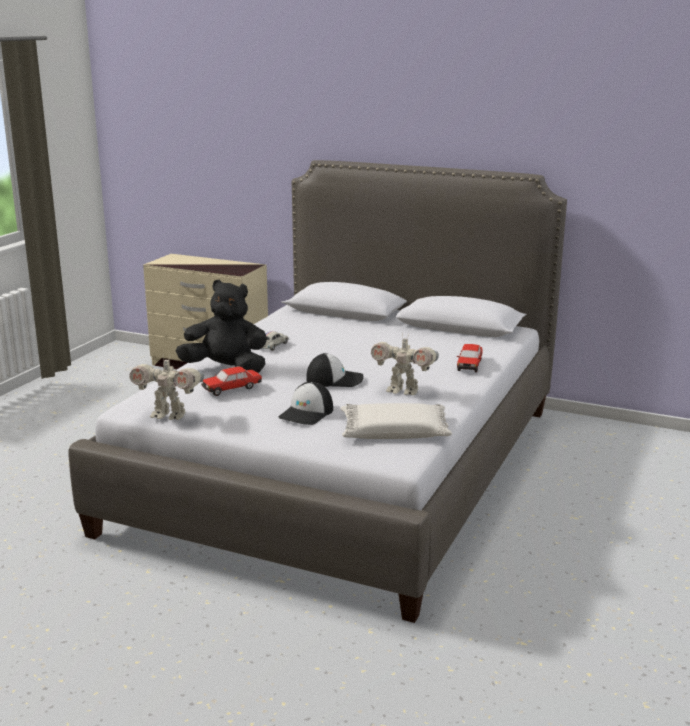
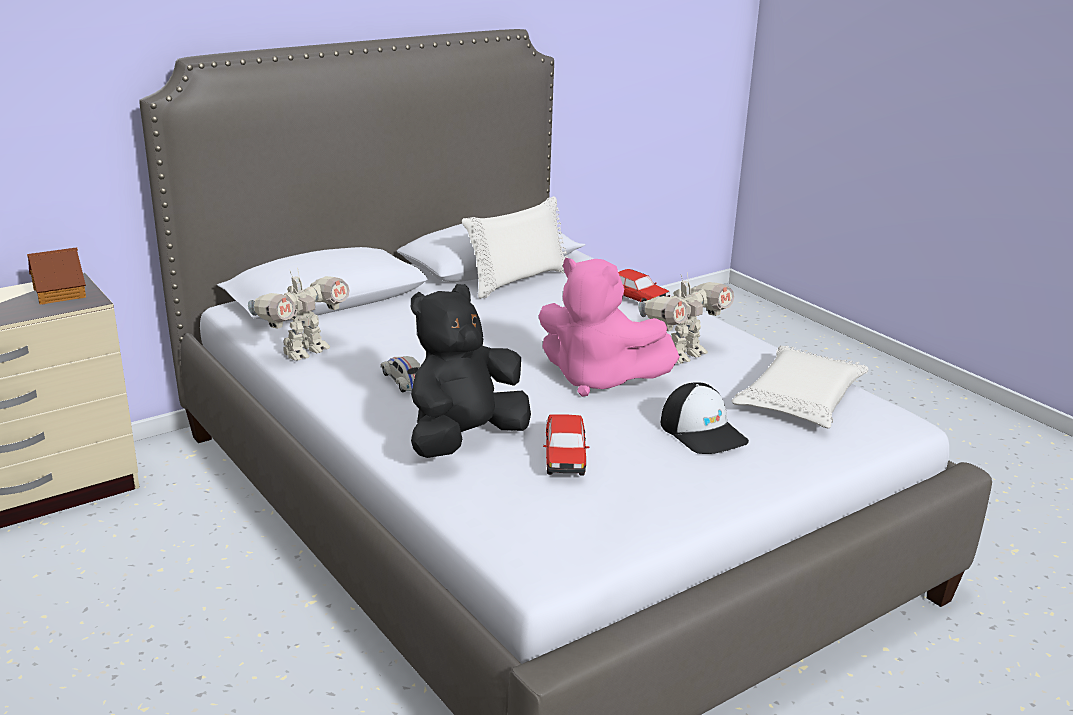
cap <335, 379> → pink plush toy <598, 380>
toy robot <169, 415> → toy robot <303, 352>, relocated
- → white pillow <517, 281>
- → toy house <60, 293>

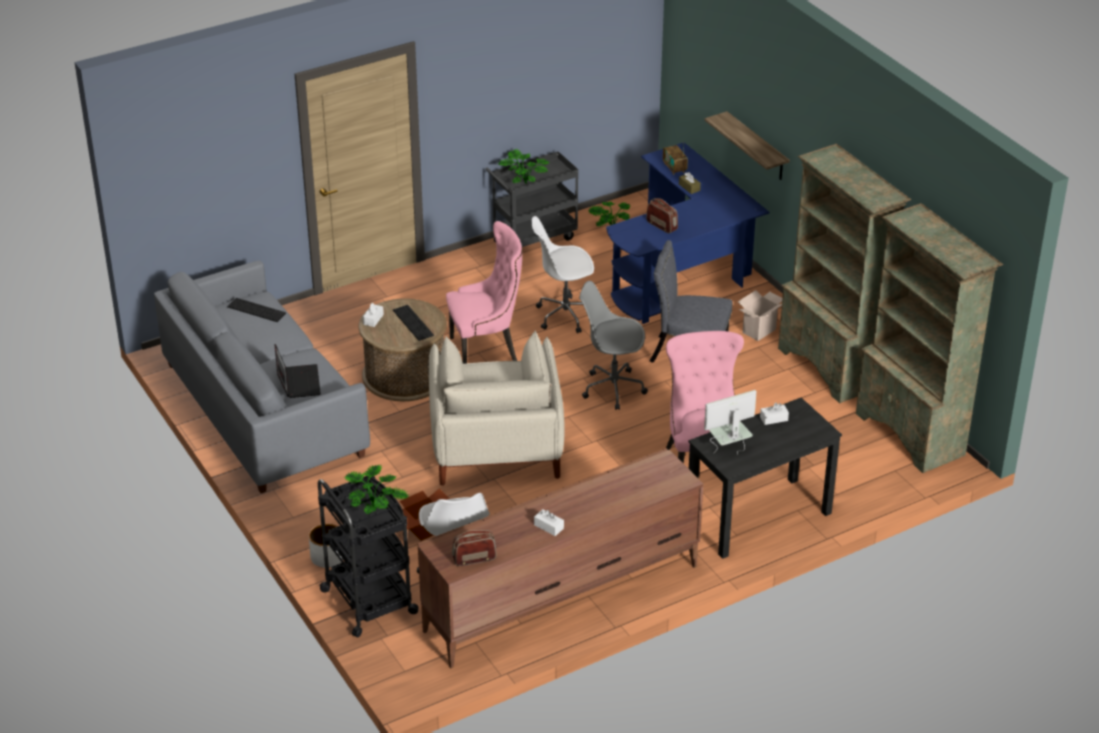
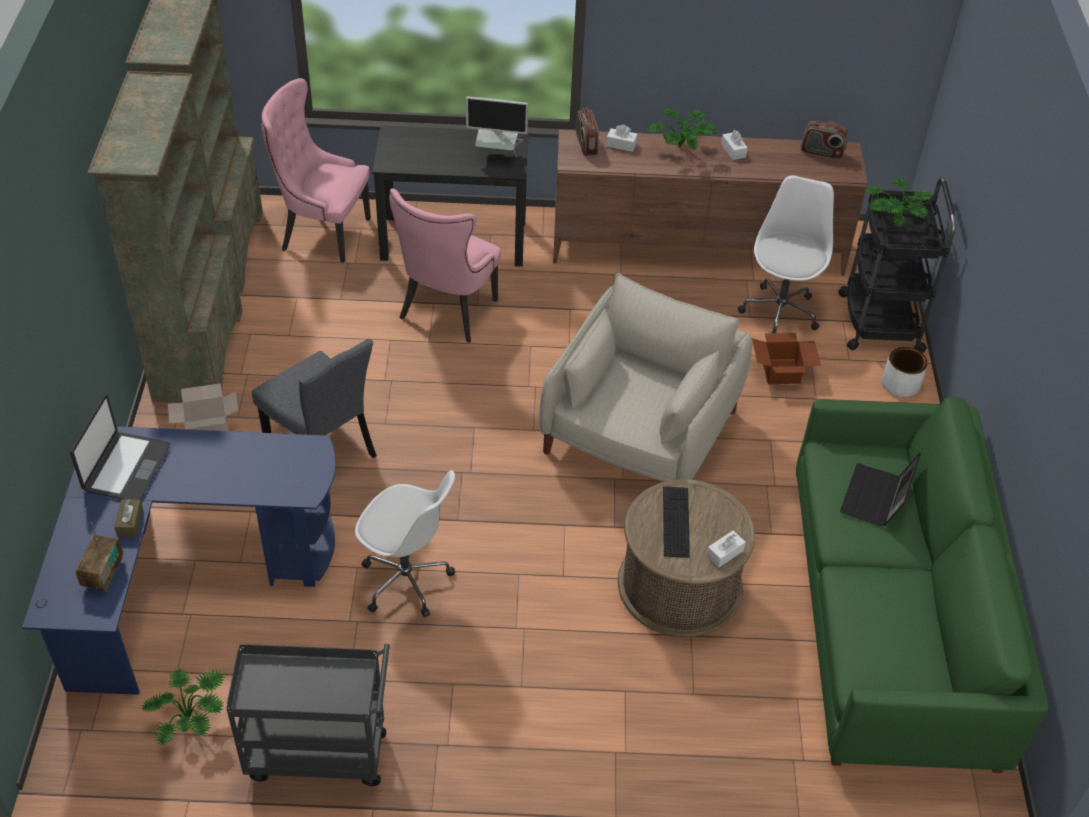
shelf <757, 147> → -
potted plant <524, 182> → potted plant <680, 149>, relocated
radio <662, 226> → radio <586, 144>, relocated
pink chair <486, 350> → pink chair <323, 233>, relocated
grey sofa <264, 409> → green sofa <892, 619>
grey office chair <611, 389> → -
keyboard <256, 310> → -
white tissue box <774, 419> → white tissue box <621, 144>, relocated
- → laptop <126, 468>

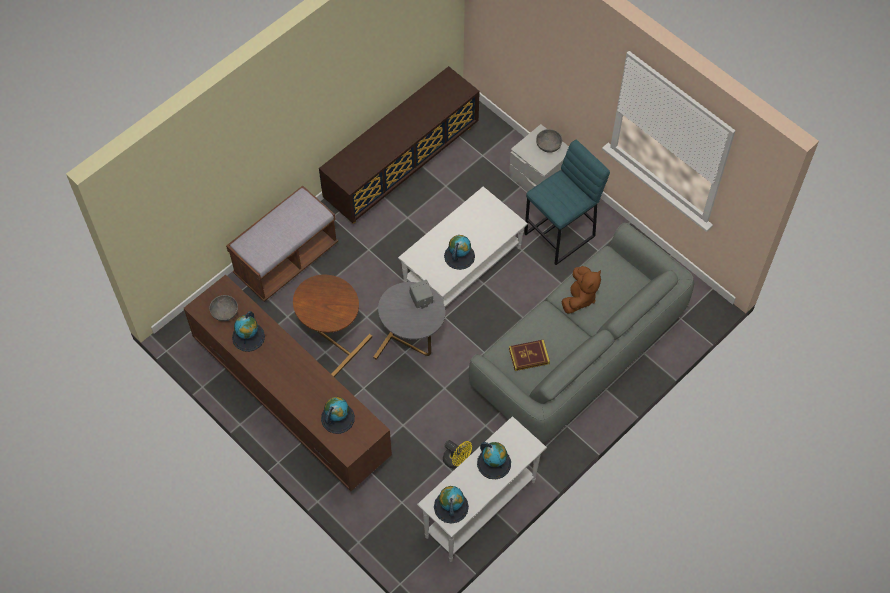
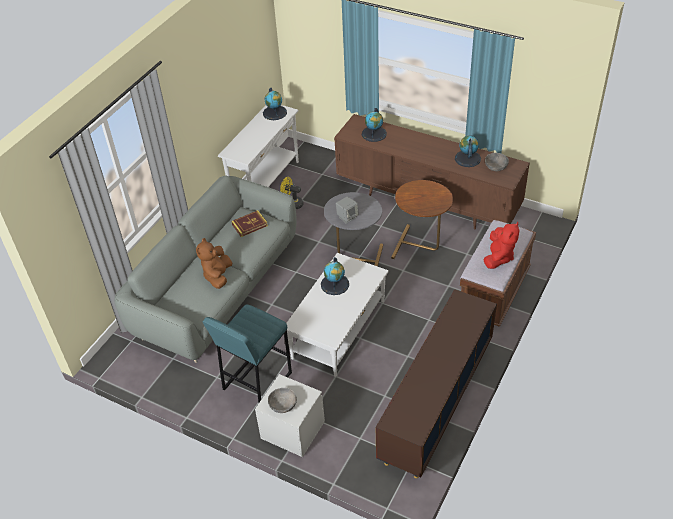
globe <494, 463> → -
- → red plush toy <498, 257>

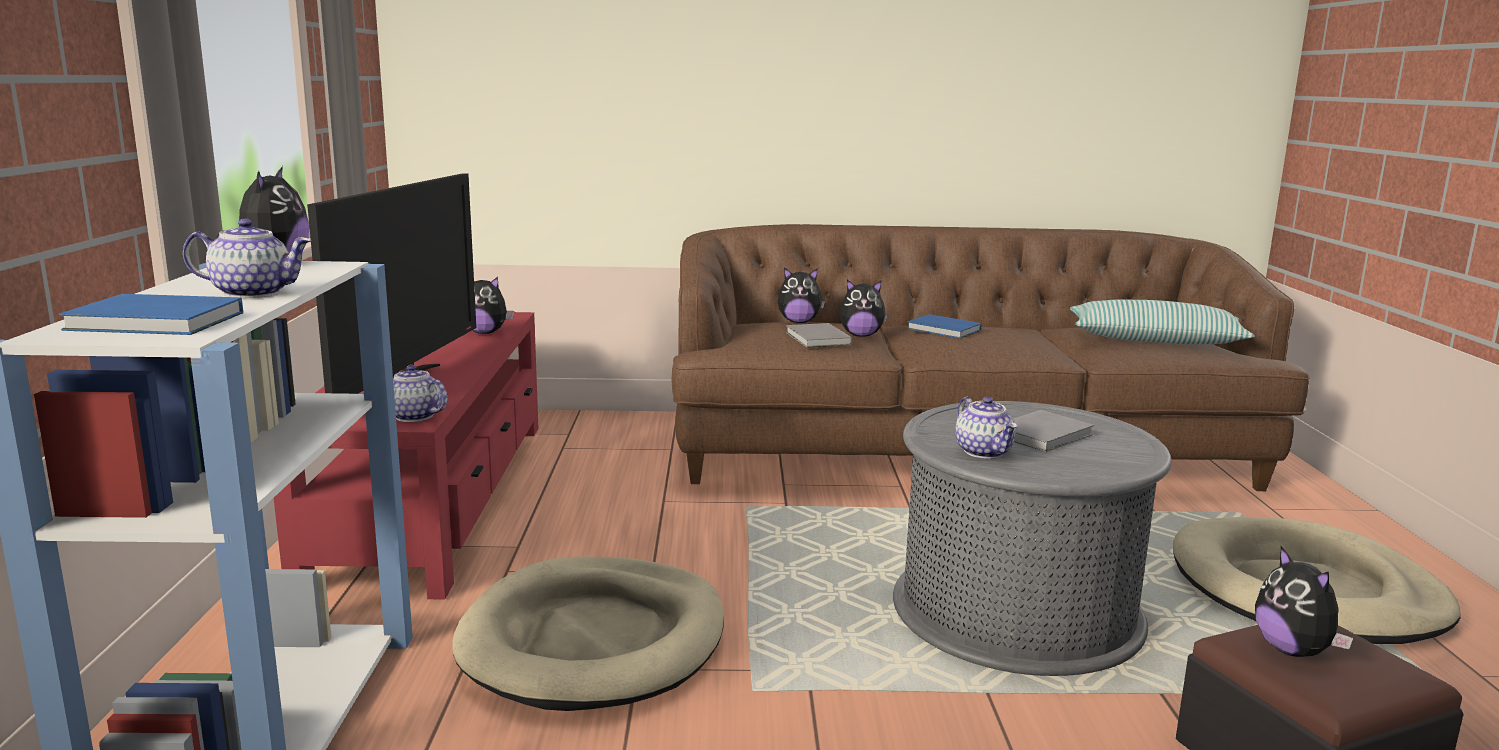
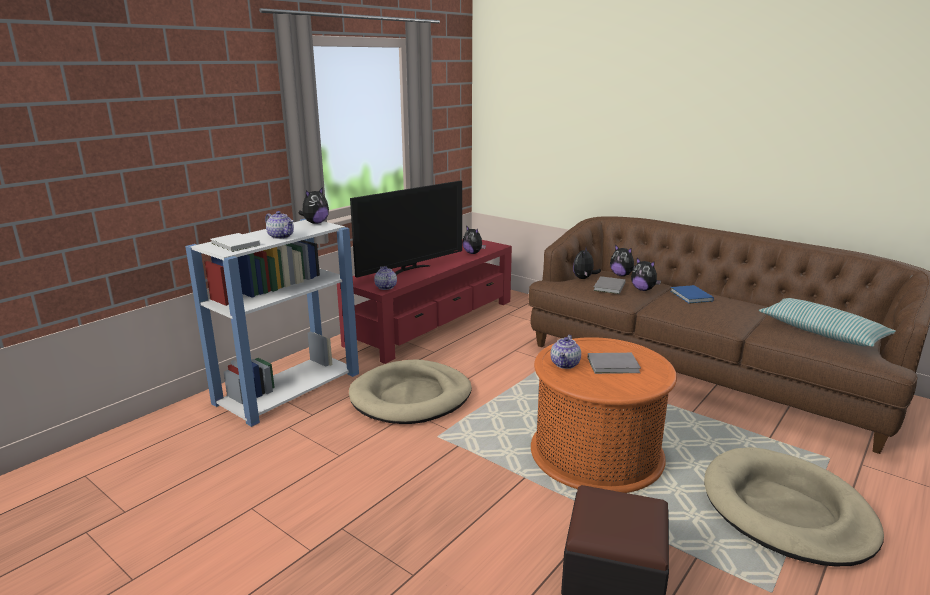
blue book <158, 322> → white book <235, 245>
grey coffee table <1016, 610> → orange coffee table <596, 452>
plush toy <1293, 650> → plush toy <584, 278>, relocated

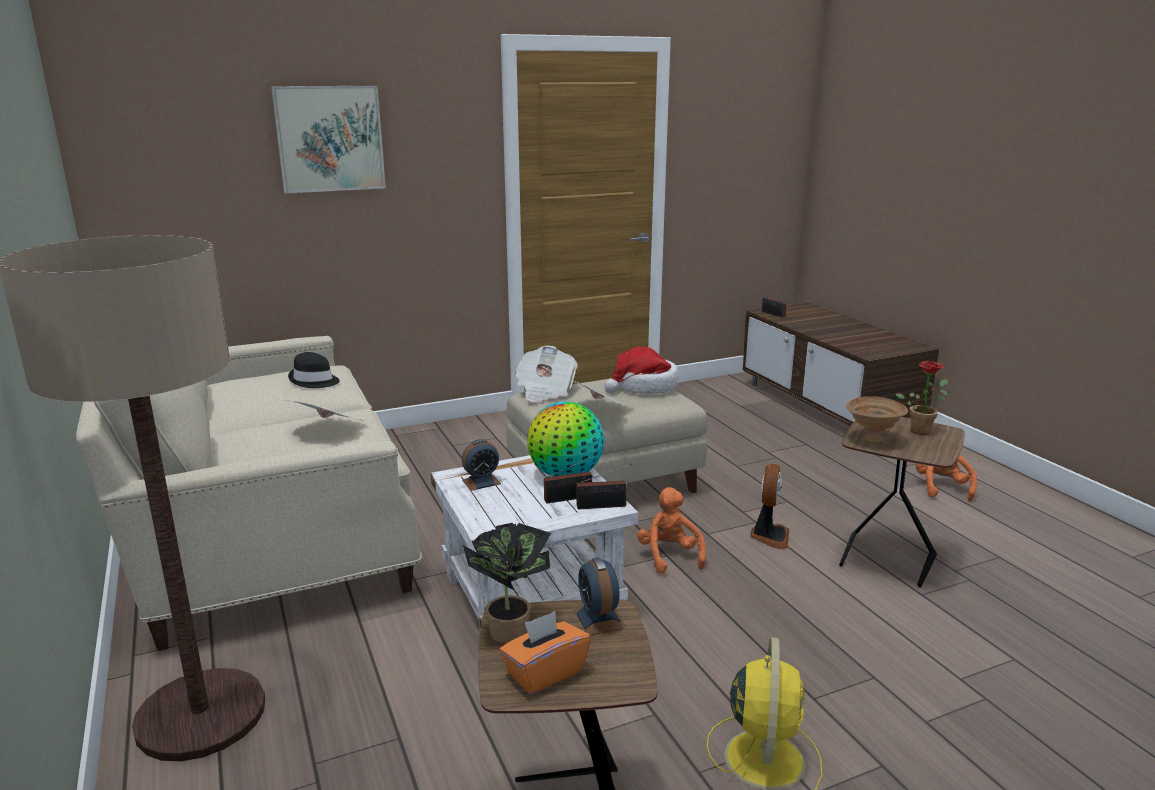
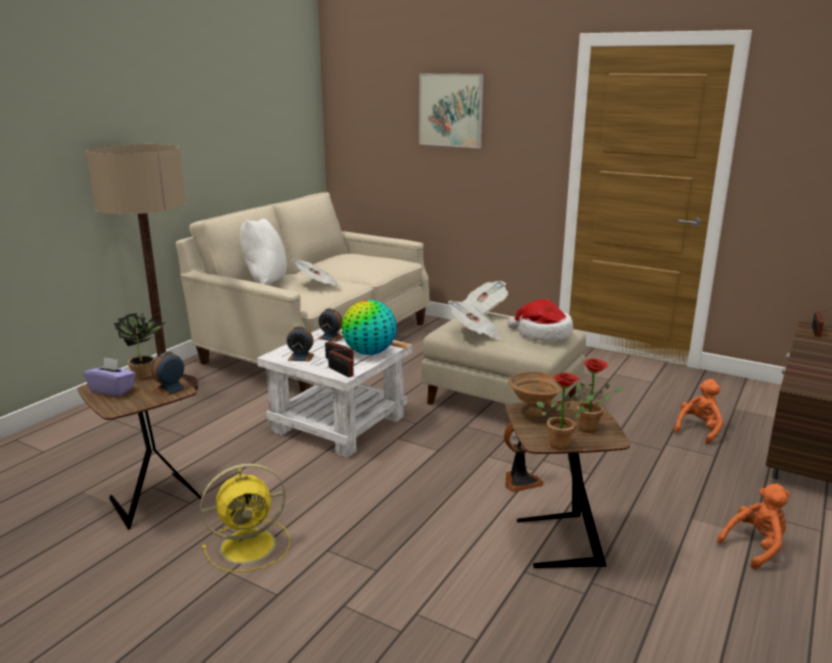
black hat <314, 381> → -
orange plush toy <669, 556> → orange plush toy <699, 430>, relocated
orange tissue box <545, 672> → purple tissue box <112, 390>
- → white pillow <265, 283>
- → alarm clock <301, 357>
- → potted plant <562, 444>

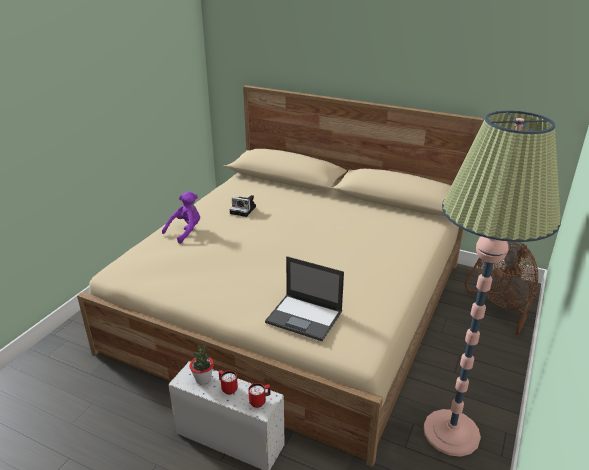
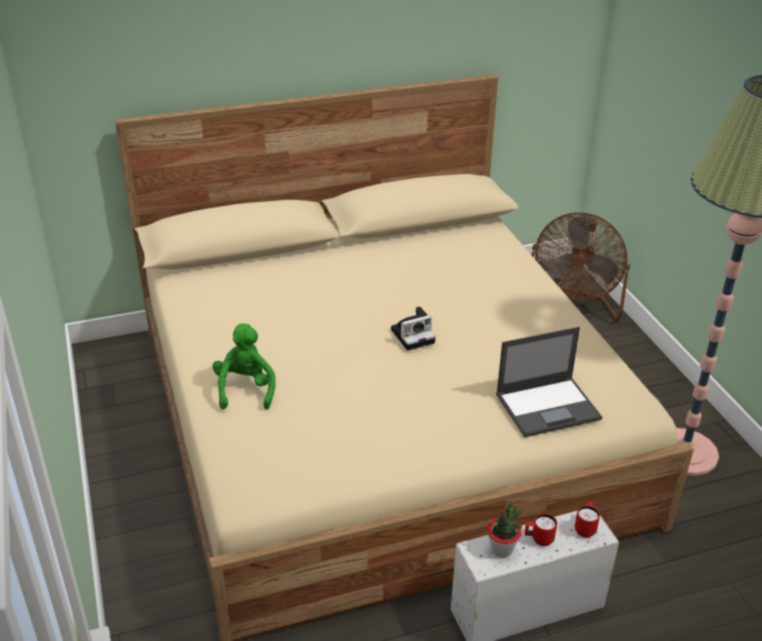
purple plush toy <185, 231> → green plush toy <245, 389>
photo camera <244, 210> → photo camera <414, 335>, relocated

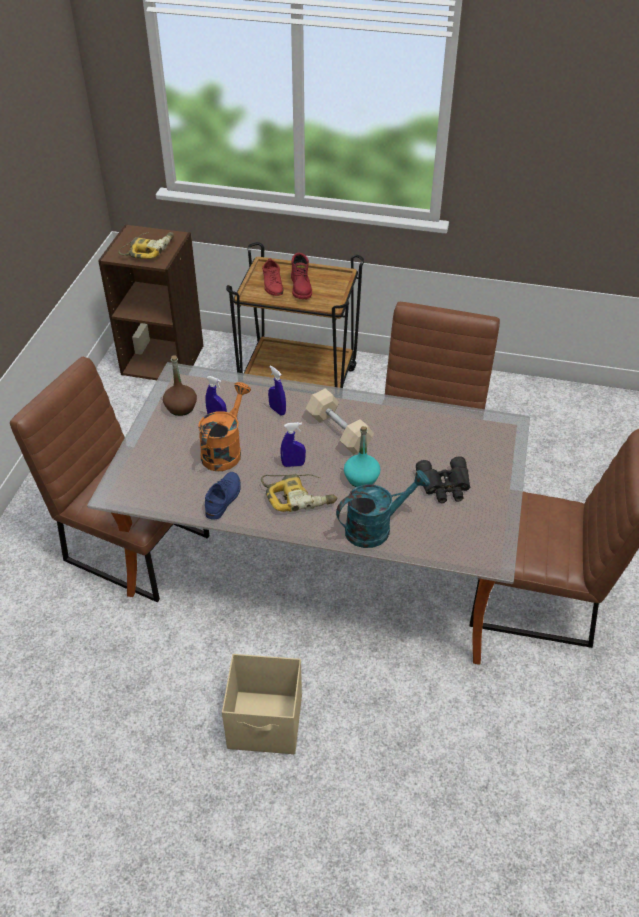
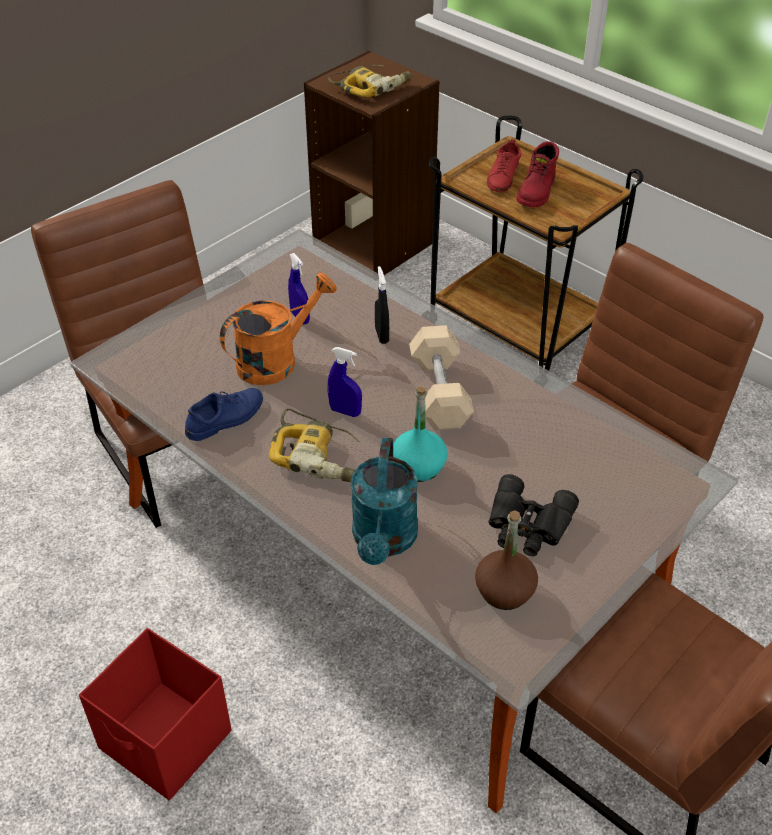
brown bottle <181, 407> → brown bottle <505, 591>, relocated
blue spray bottle <277, 410> → black spray bottle <382, 335>
turquoise watering can <376, 528> → turquoise watering can <384, 541>, 90 degrees clockwise
beige storage box <266, 723> → red storage box <166, 742>

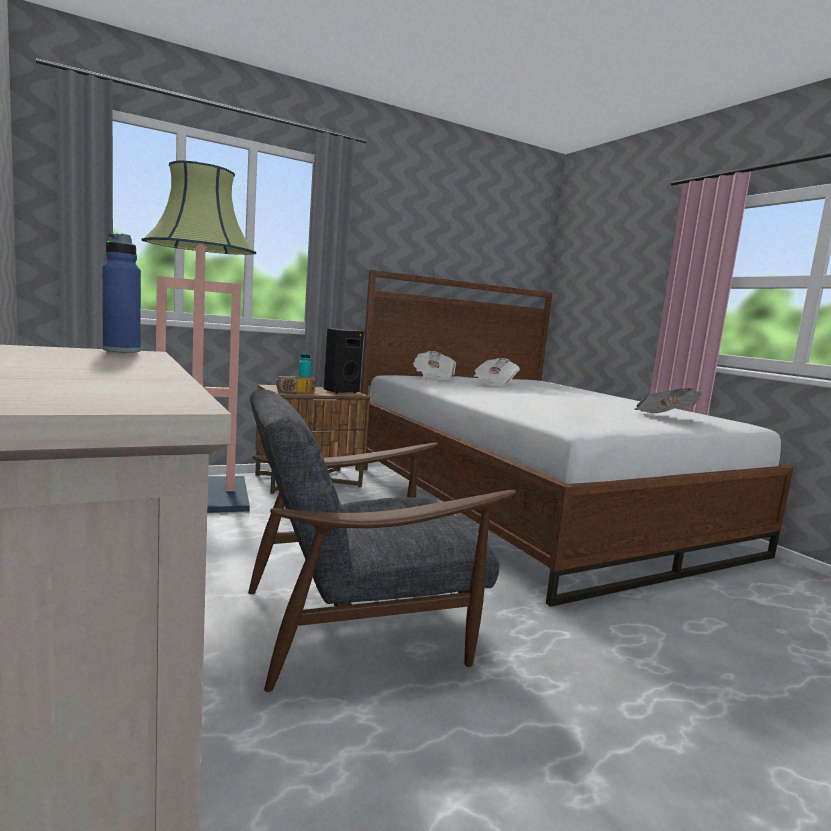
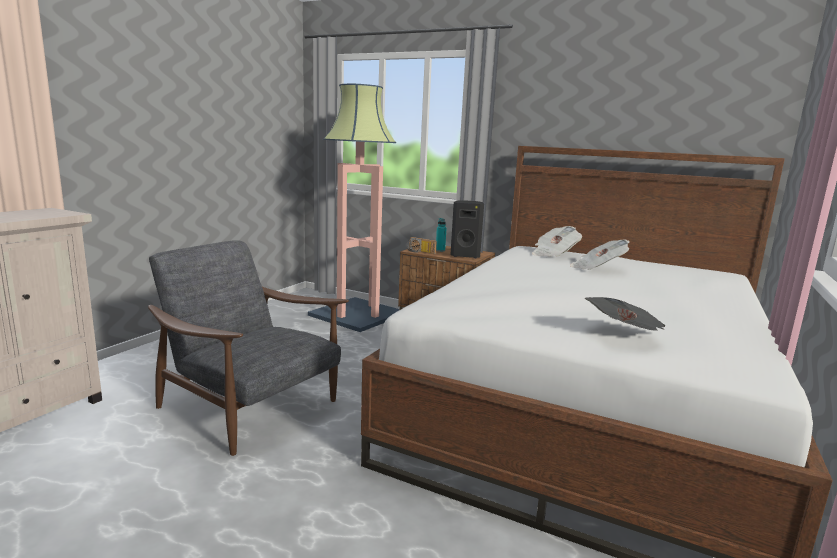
blue bottle <121, 350> → -

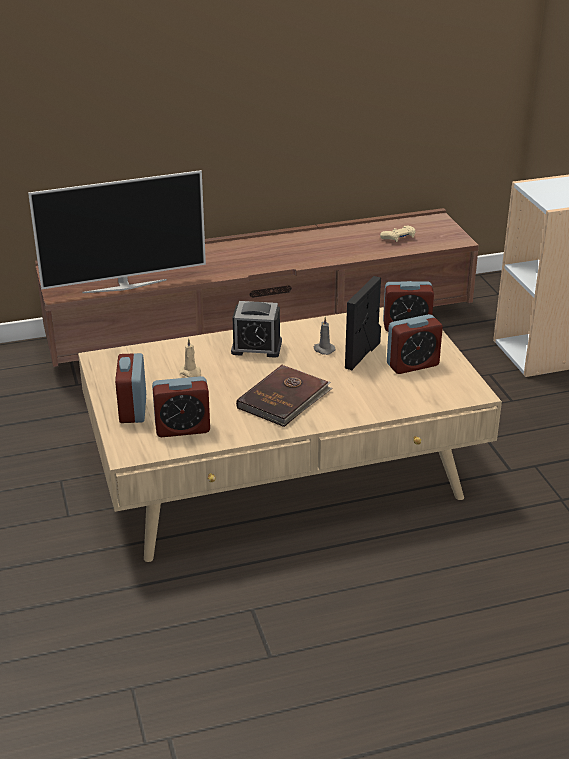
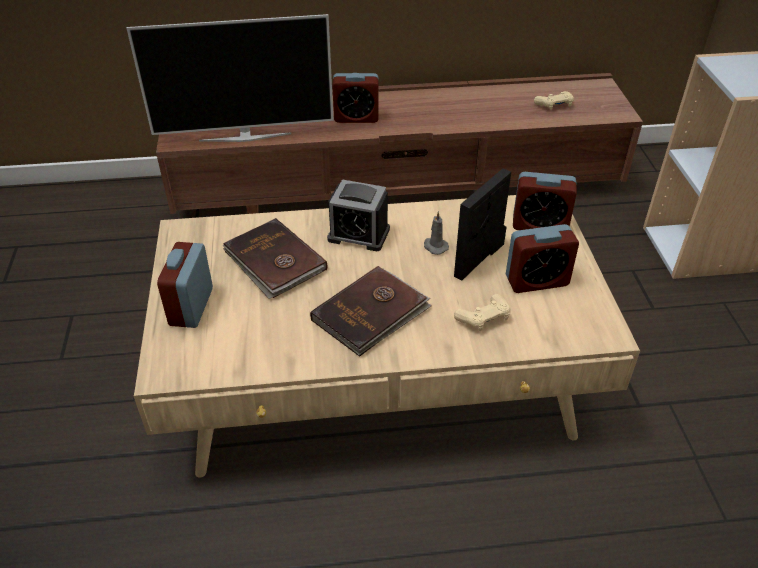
beige candle <191, 372> → brown book <274, 262>
alarm clock <182, 428> → alarm clock <356, 117>, relocated
- → beige game controller <483, 318>

